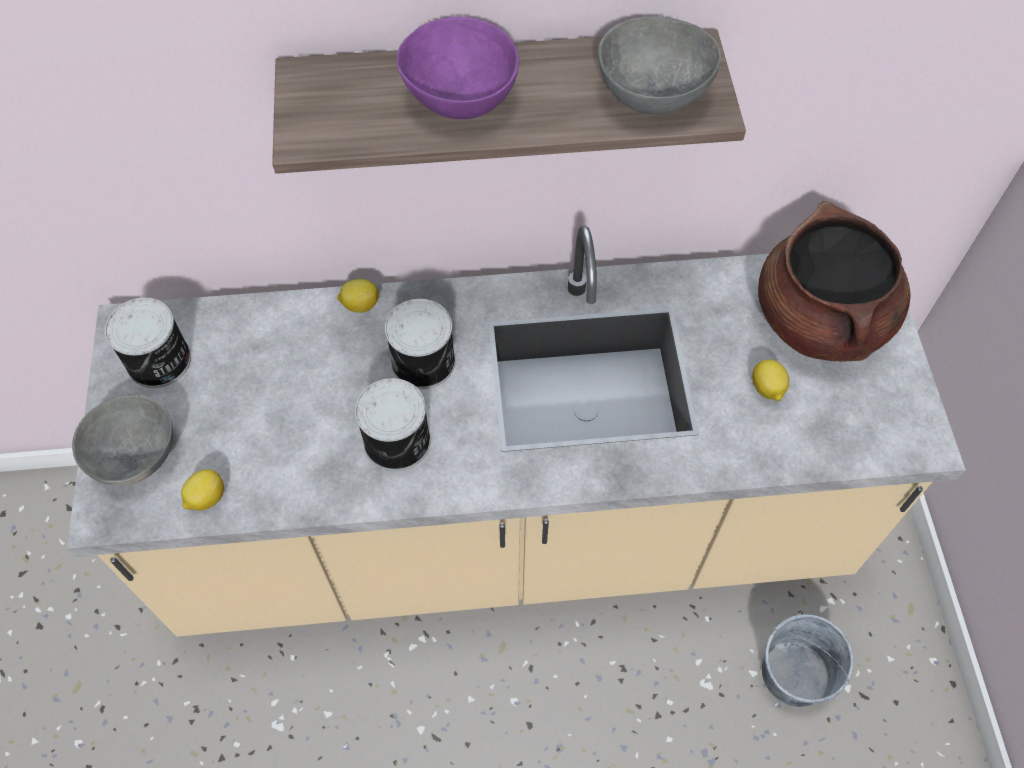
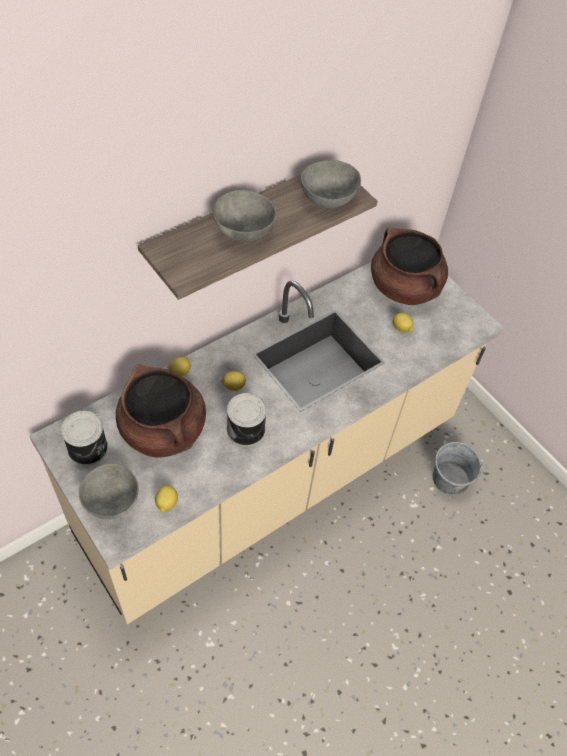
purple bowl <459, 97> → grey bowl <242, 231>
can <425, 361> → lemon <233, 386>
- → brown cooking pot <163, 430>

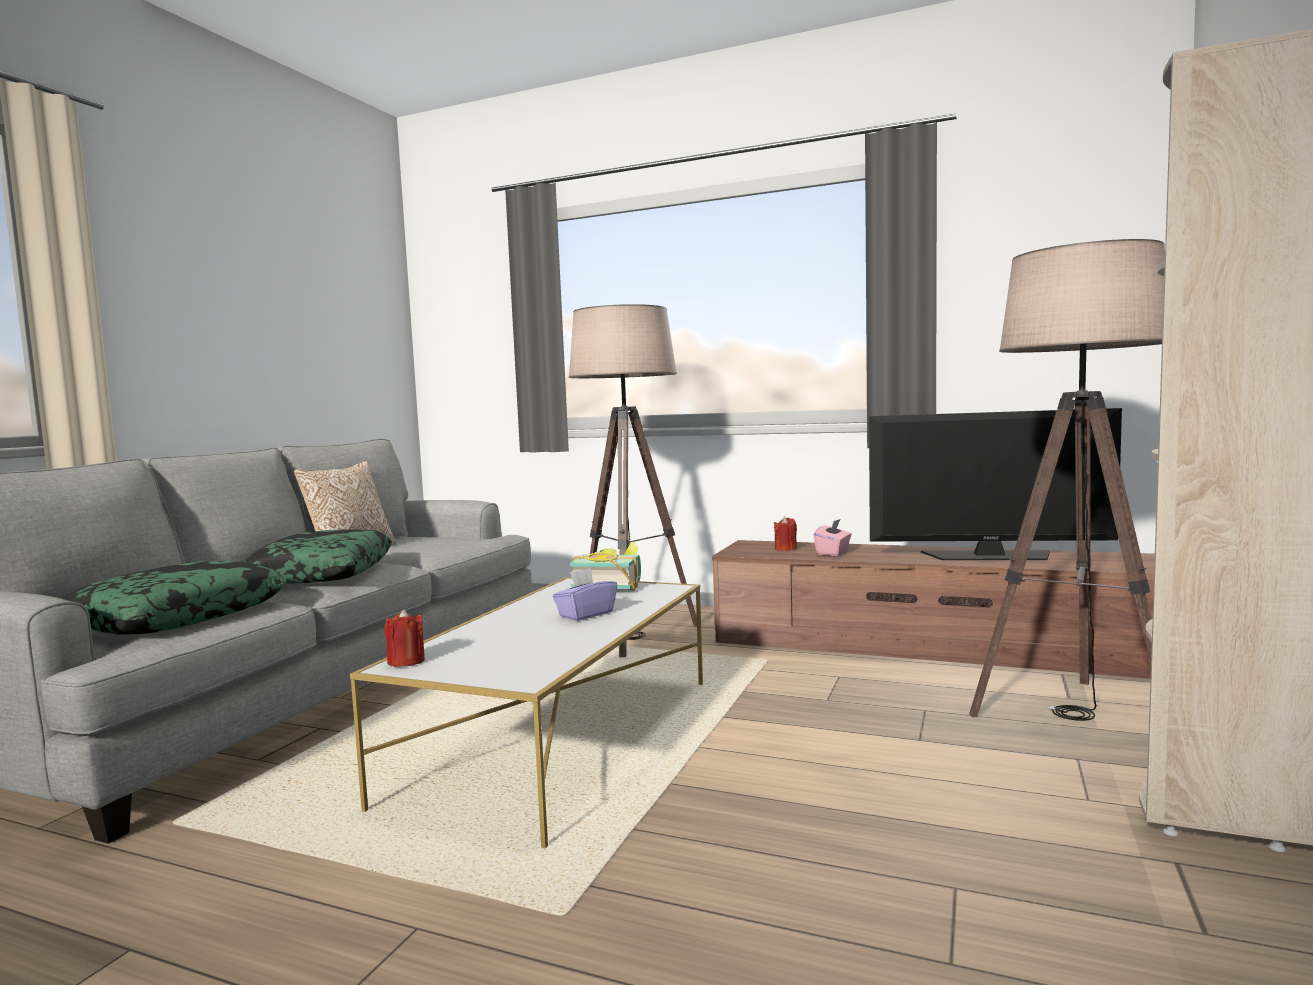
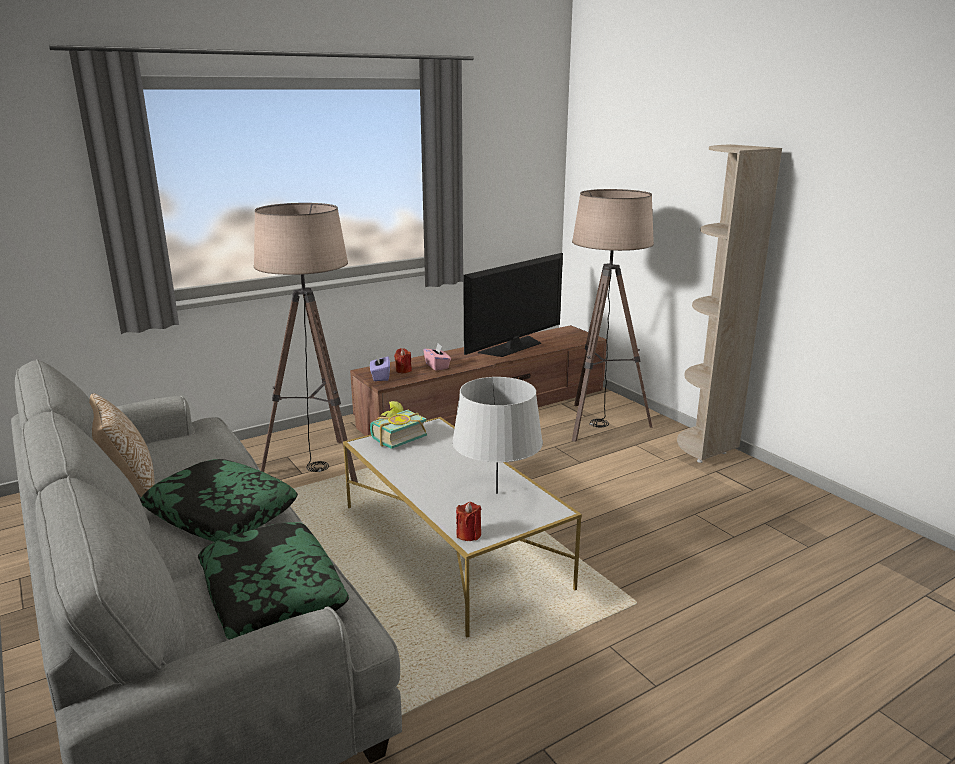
purple tissue box <585, 614> → purple tissue box <380, 377>, relocated
- → grey table lamp <496, 493>

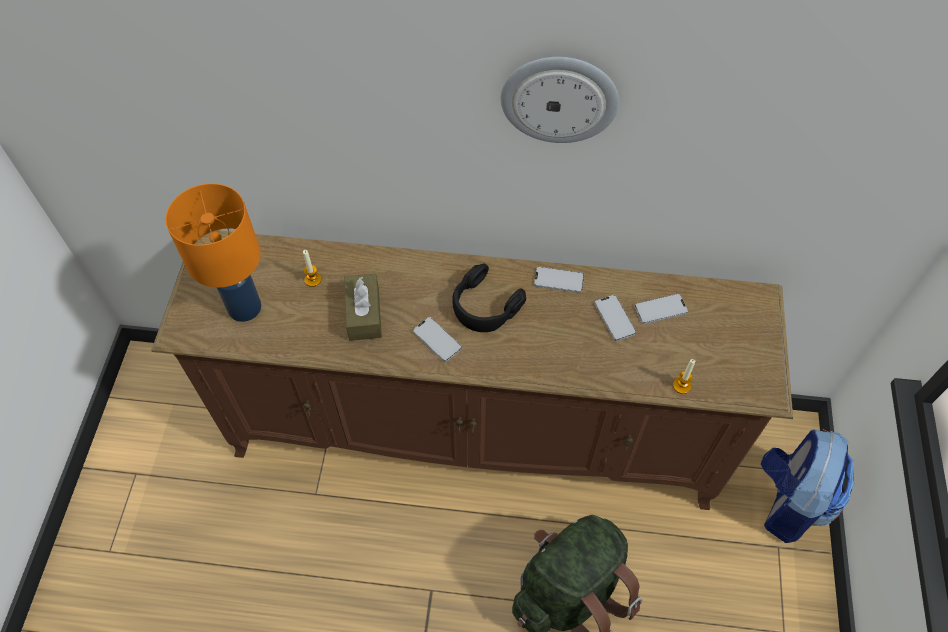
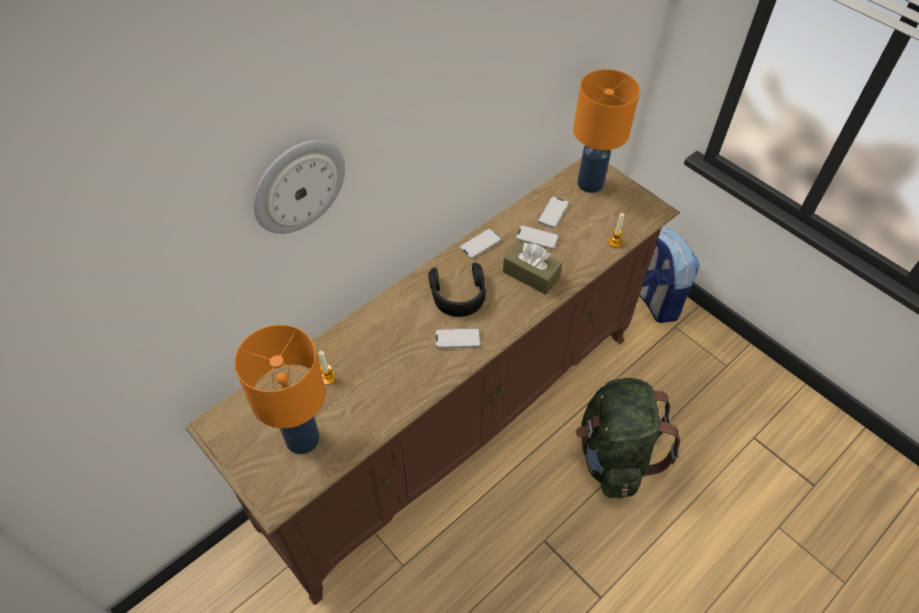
wall clock <559, 98> → wall clock <298, 186>, relocated
brown tissue box <364, 314> → brown tissue box <531, 274>, relocated
- → orange table lamp <591, 183>

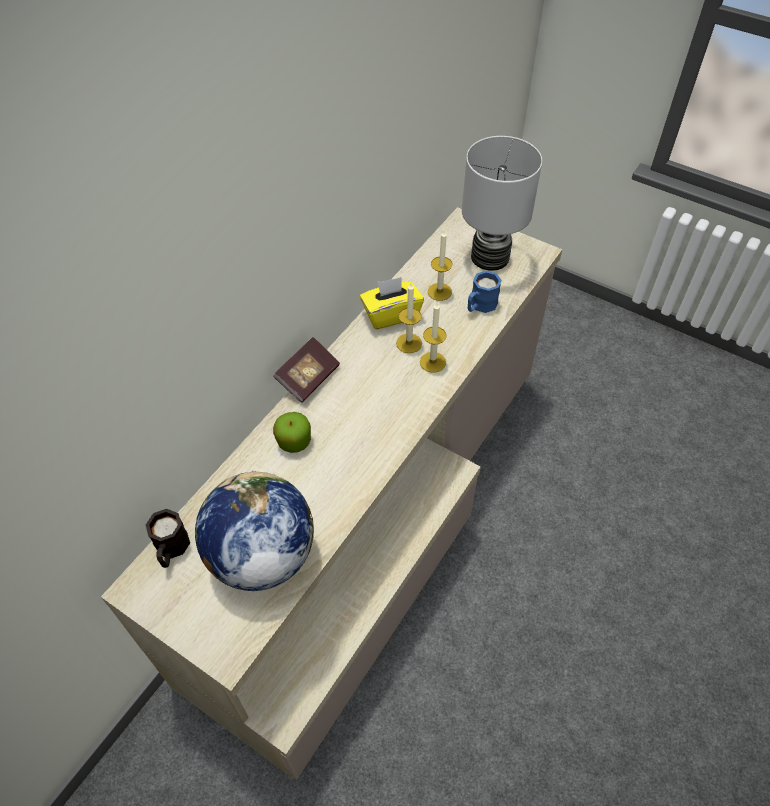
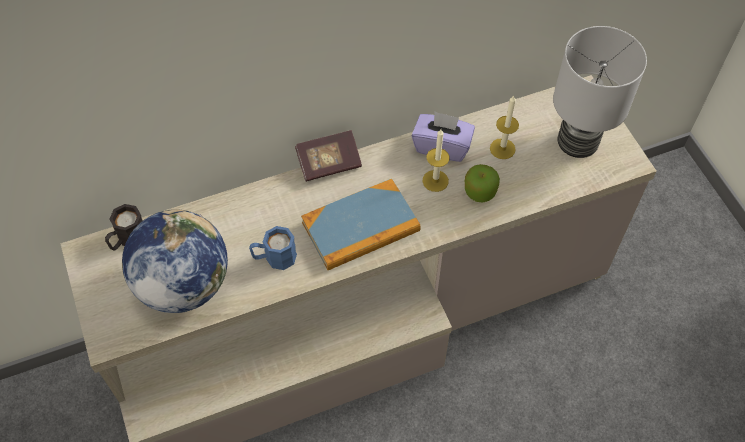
blue mug <480, 306> → blue mug <274, 257>, relocated
yellow tissue box <391, 315> → purple tissue box <442, 146>
candle <432, 362> → -
apple <294, 441> → apple <479, 191>, relocated
- → book <360, 227>

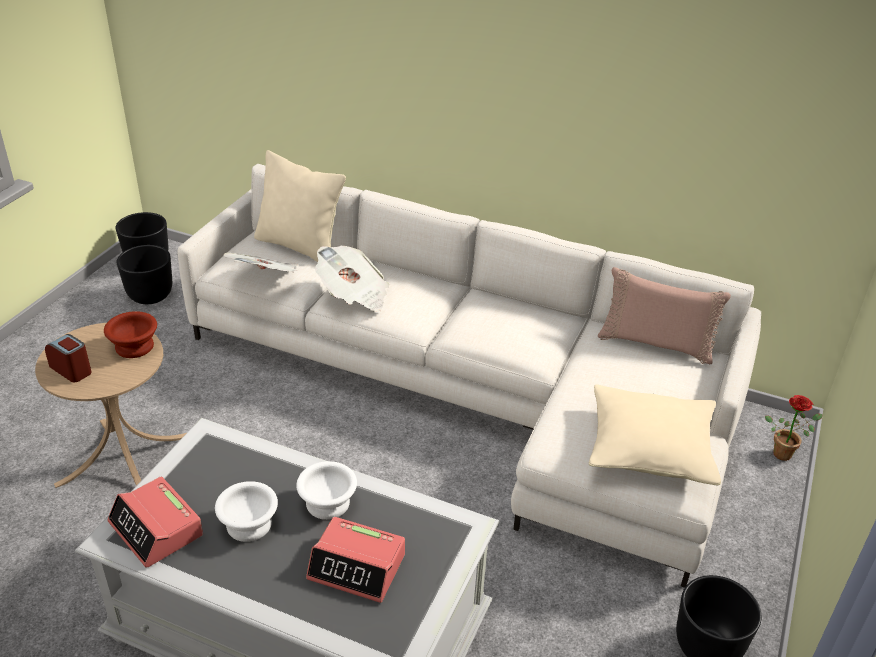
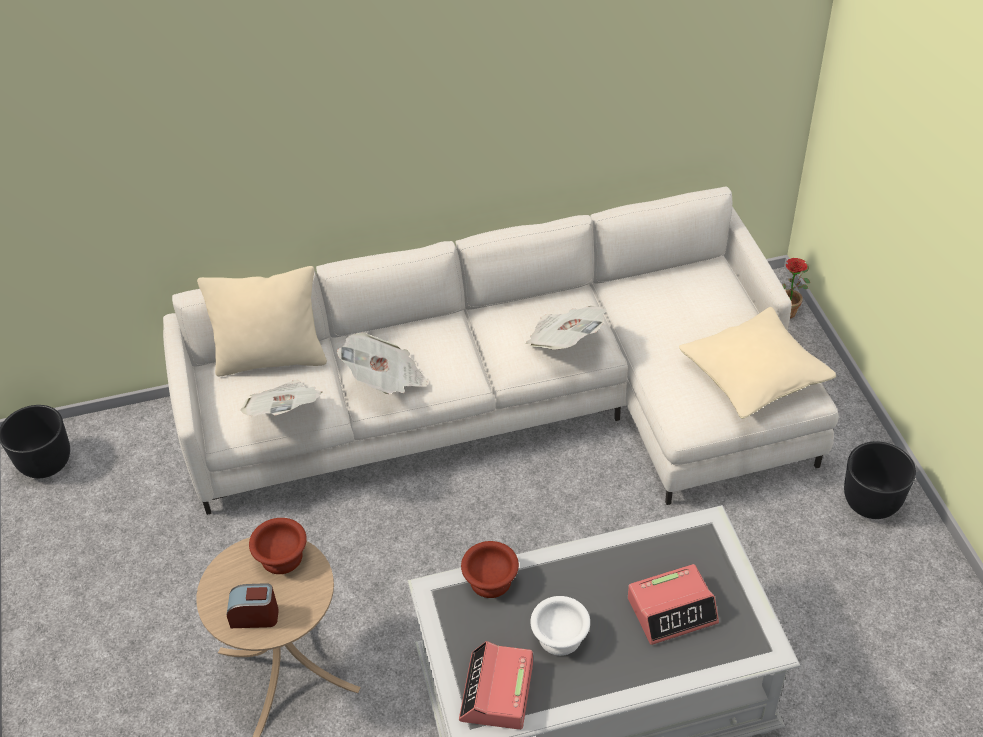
black planter <151, 296> → -
beige pillow <655, 344> → -
white bowl <326, 503> → -
alarm clock <156, 529> → alarm clock <497, 692>, 90 degrees clockwise
- → newspaper <564, 341>
- → brown bowl <492, 580>

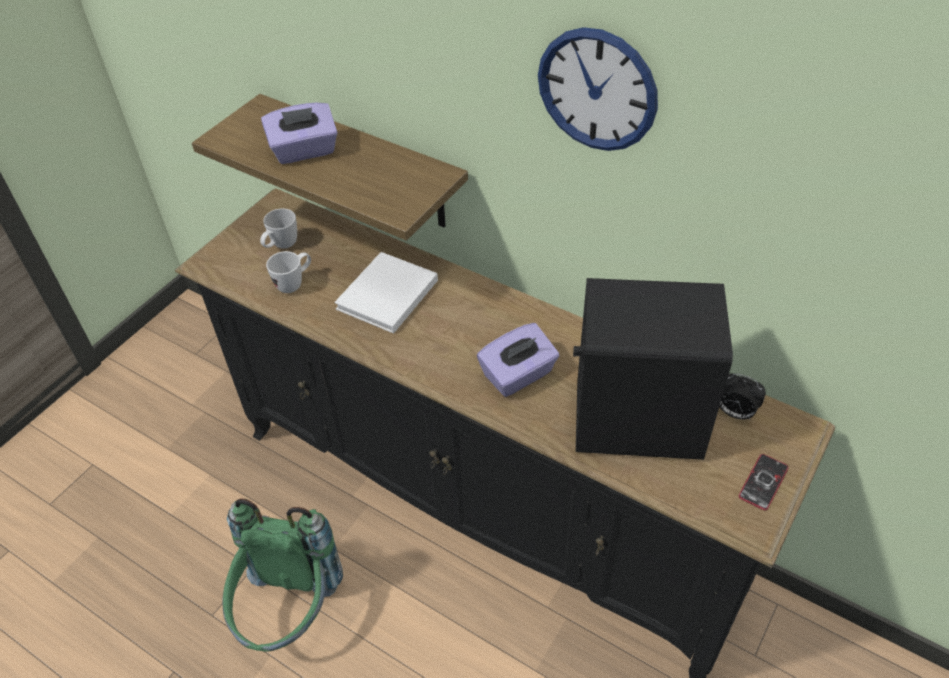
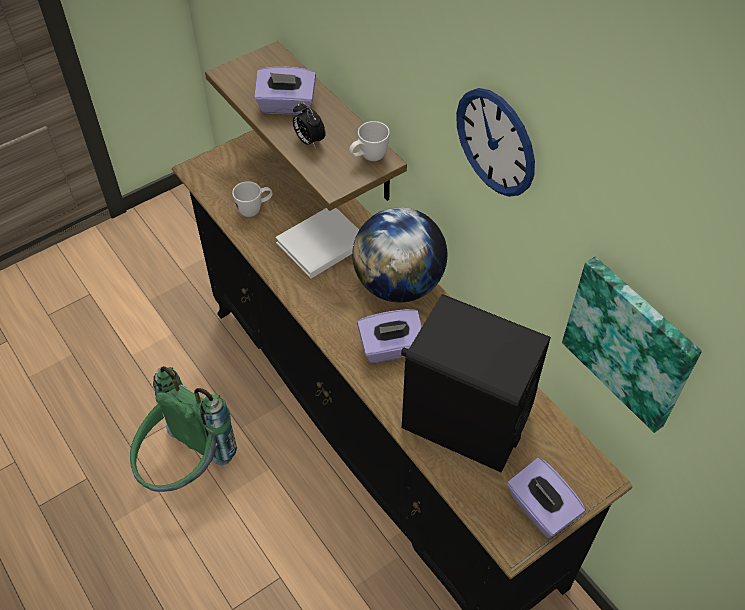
white mug <281, 246> → white mug <368, 158>, relocated
alarm clock <734, 413> → alarm clock <309, 141>, relocated
phone <763, 482> → purple tissue box <540, 509>
- → globe <398, 284>
- → picture <630, 342>

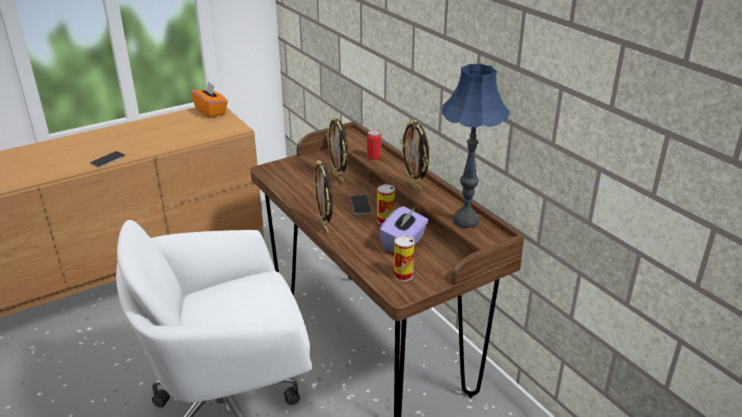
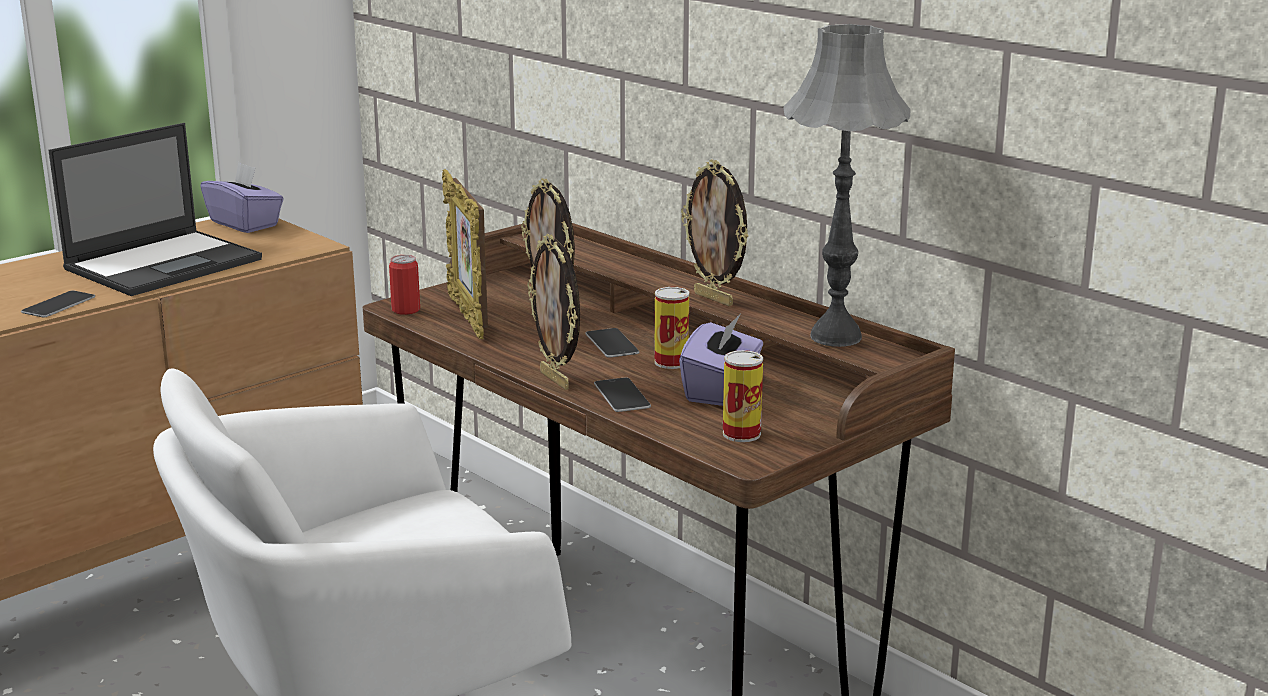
blue table lamp <465, 220> → grey table lamp <835, 337>
orange tissue box <211, 111> → purple tissue box <245, 224>
can <374, 157> → can <406, 310>, relocated
- → laptop <165, 263>
- → picture frame <468, 317>
- → phone <622, 395>

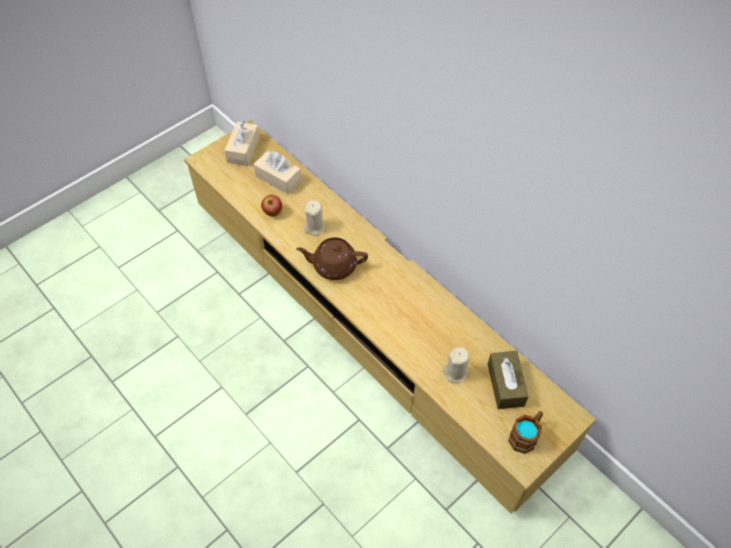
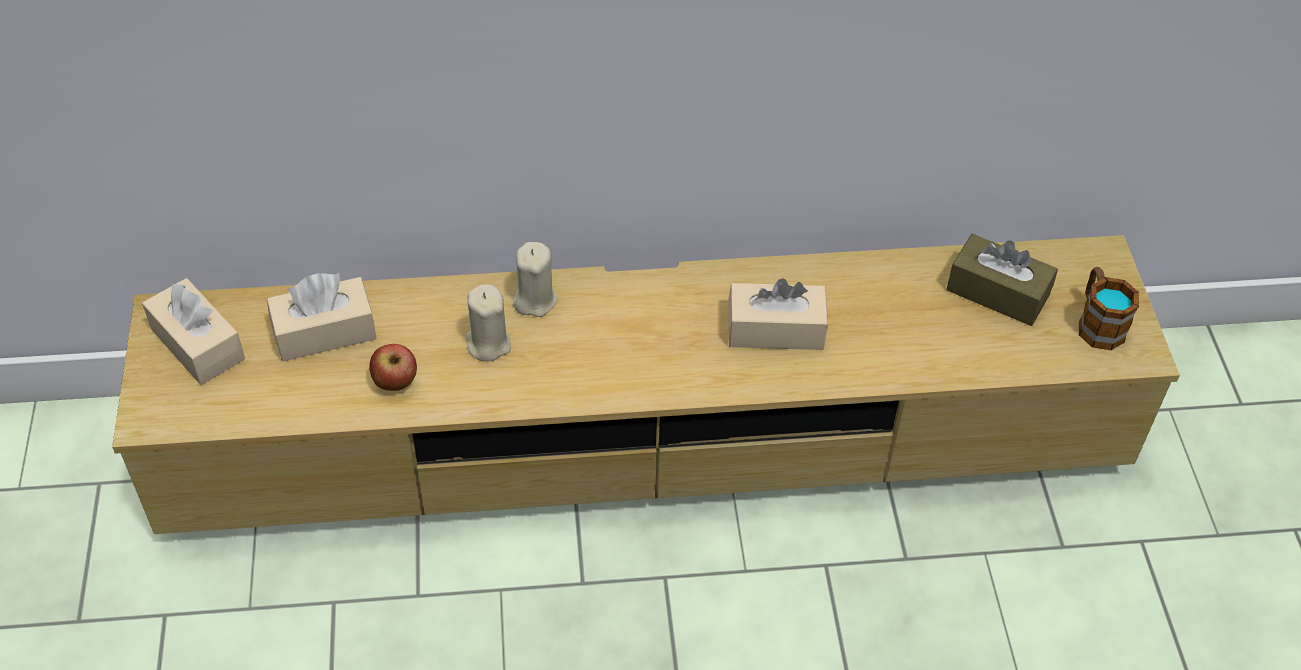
brown teapot <333, 266> → -
beige candle <455, 372> → beige candle <535, 300>, relocated
- → beige tissue box <775, 329>

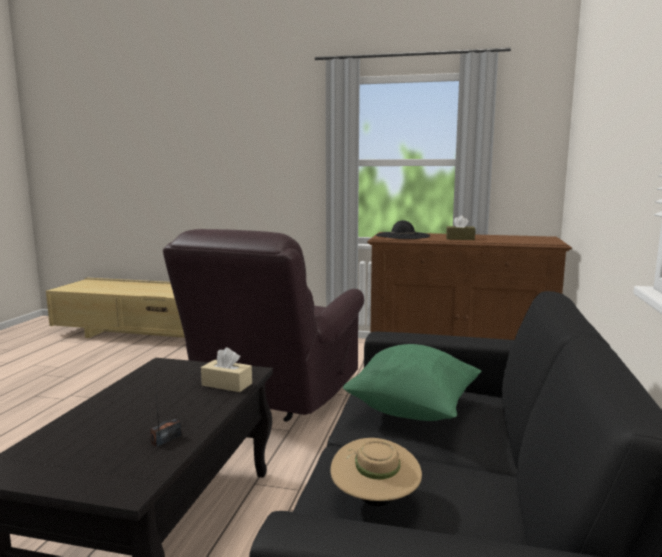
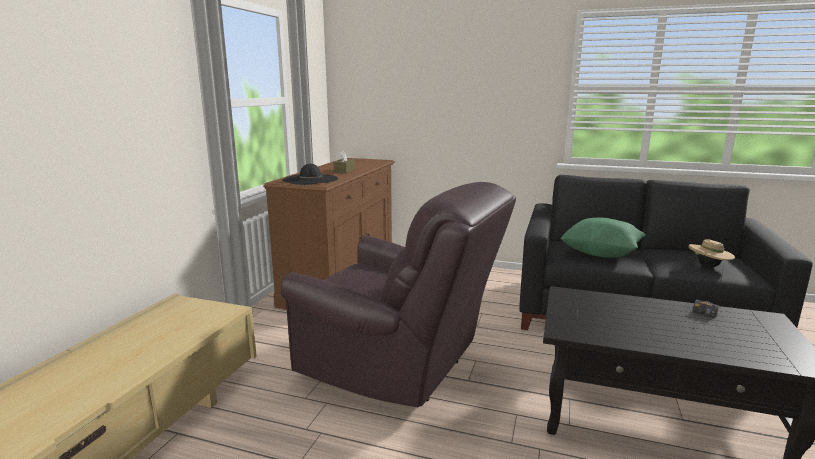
beige tissue box <227, 384> → -

